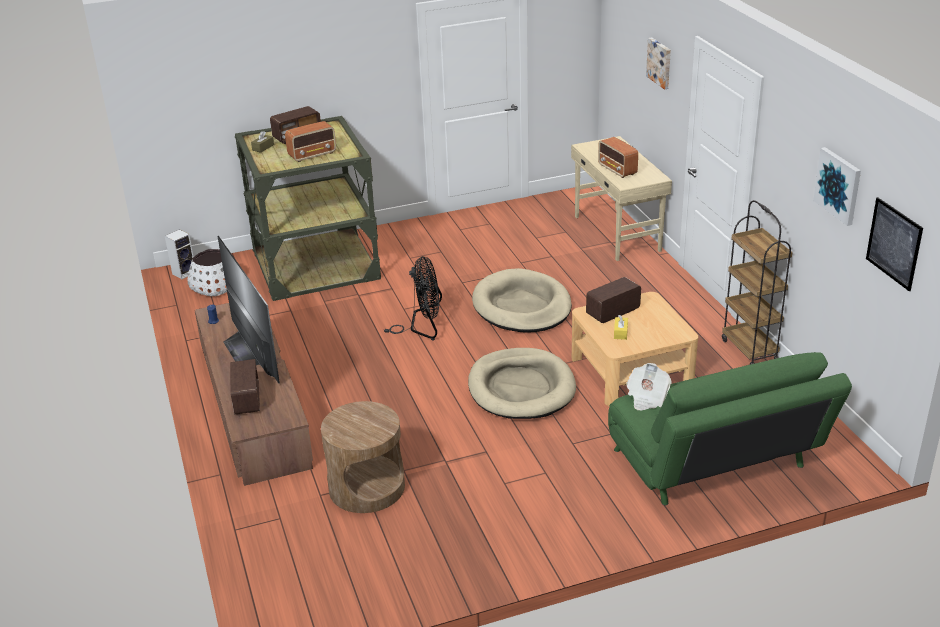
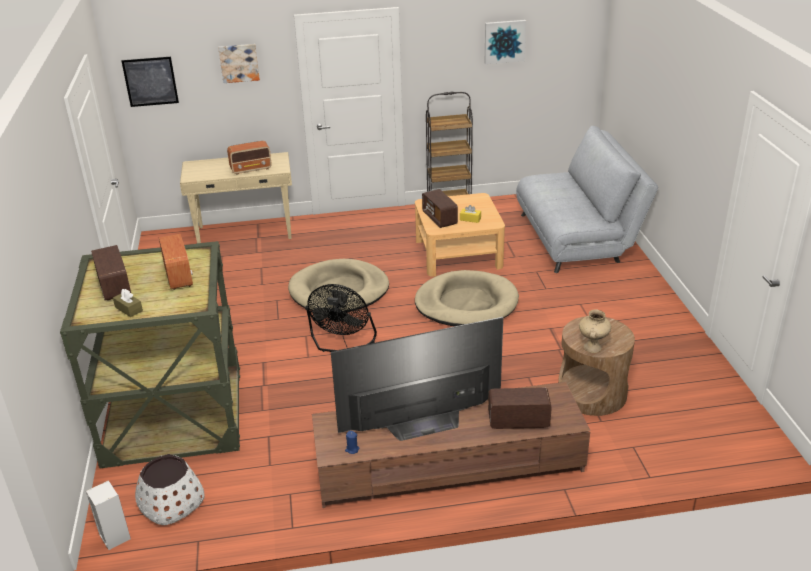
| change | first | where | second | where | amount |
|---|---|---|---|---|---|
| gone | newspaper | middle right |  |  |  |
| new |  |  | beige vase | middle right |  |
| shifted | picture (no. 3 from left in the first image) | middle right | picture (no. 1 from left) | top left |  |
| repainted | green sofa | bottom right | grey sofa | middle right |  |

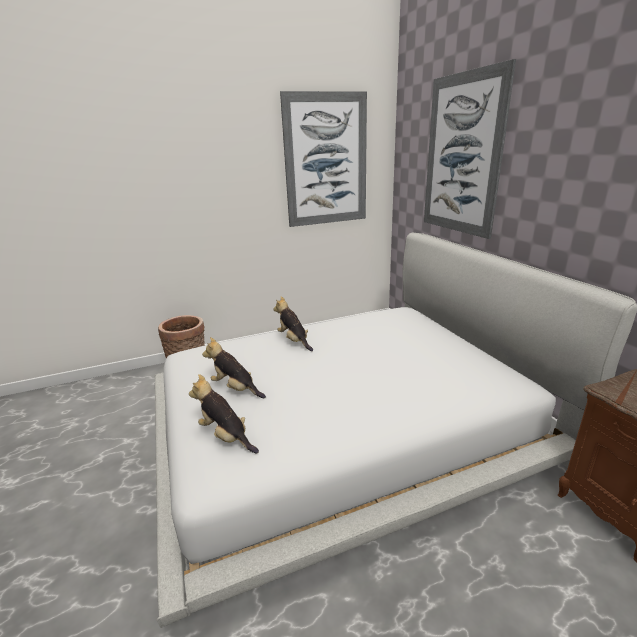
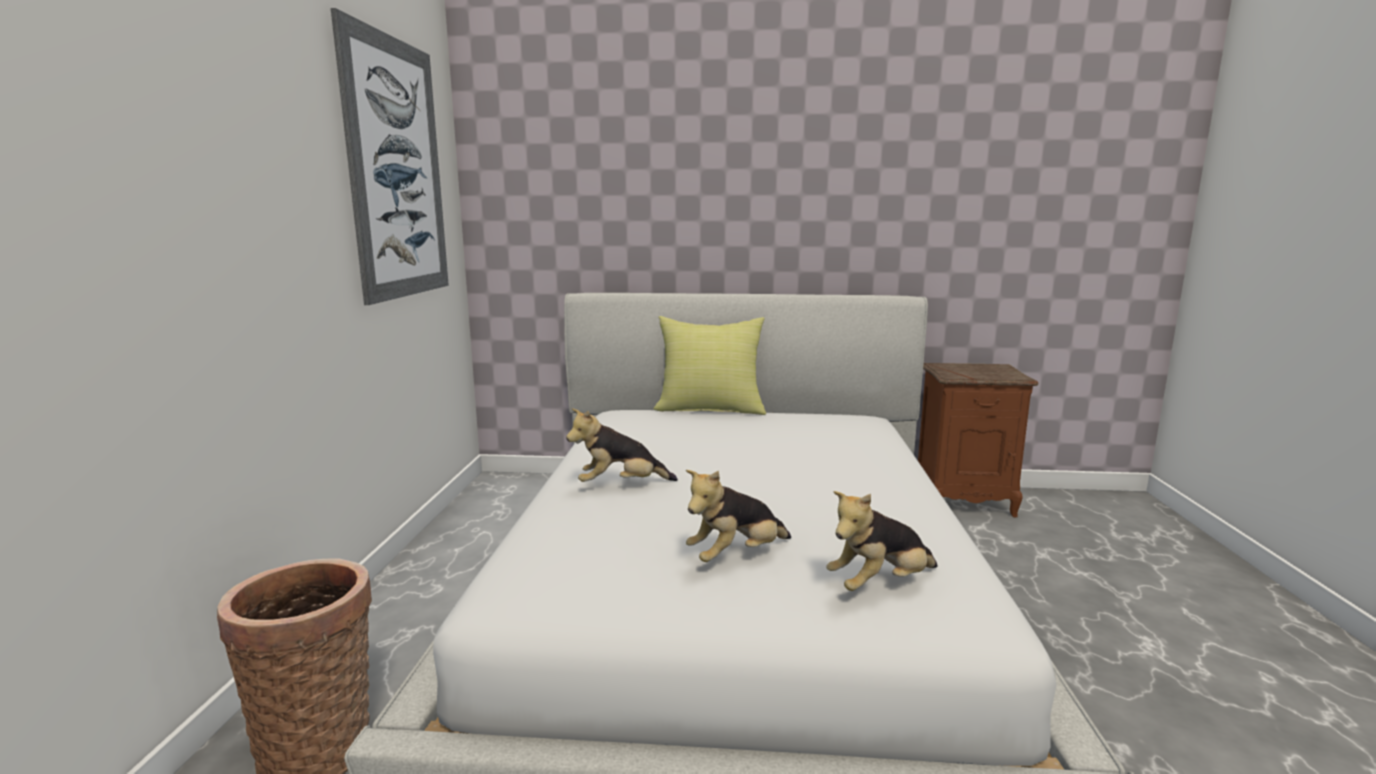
| change | first | where | second | where | amount |
|---|---|---|---|---|---|
| gone | picture (no. 2 from left) | top right |  |  |  |
| new |  |  | yellow pillow | centre |  |

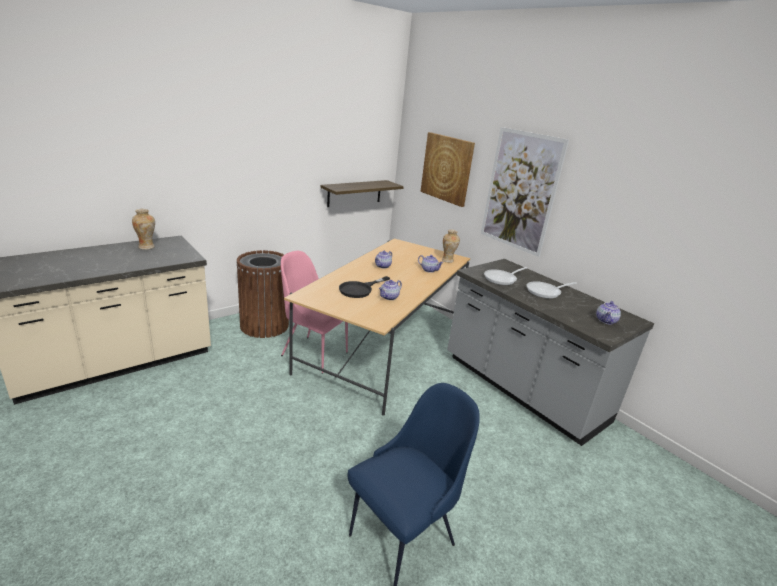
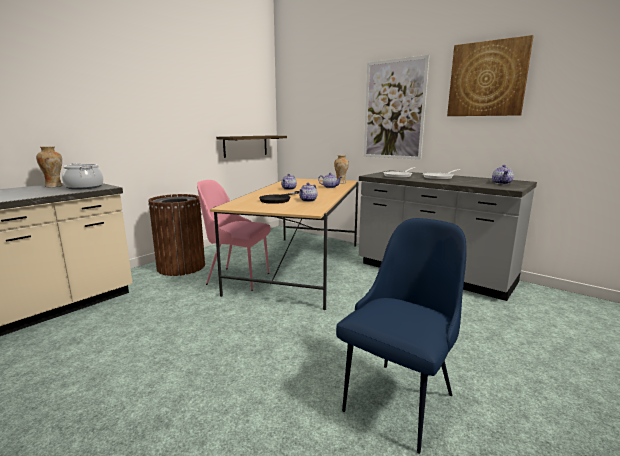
| change | first | where | second | where | amount |
|---|---|---|---|---|---|
| new |  |  | cooking pot | middle left |  |
| shifted | picture (no. 1 from left in the first image) | top centre | picture (no. 2 from left) | top right |  |

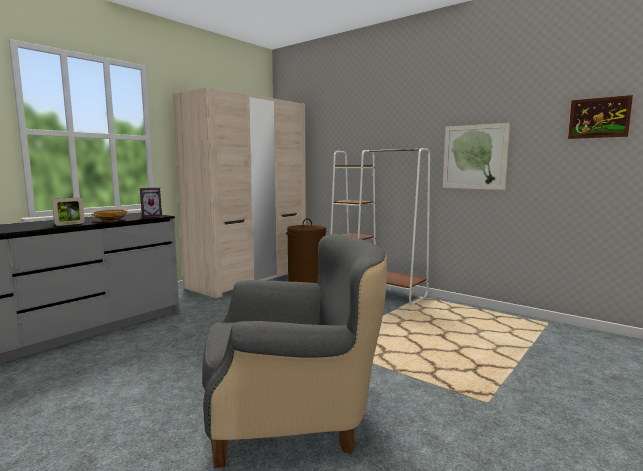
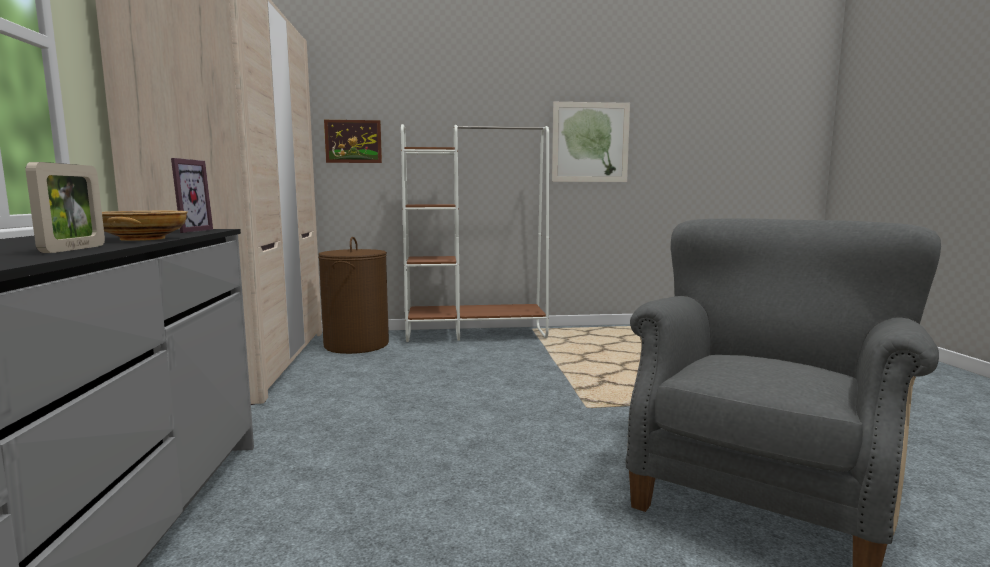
| change | first | where | second | where | amount |
|---|---|---|---|---|---|
| shifted | picture (no. 2 from left in the first image) | top right | picture (no. 1 from left) | top centre |  |

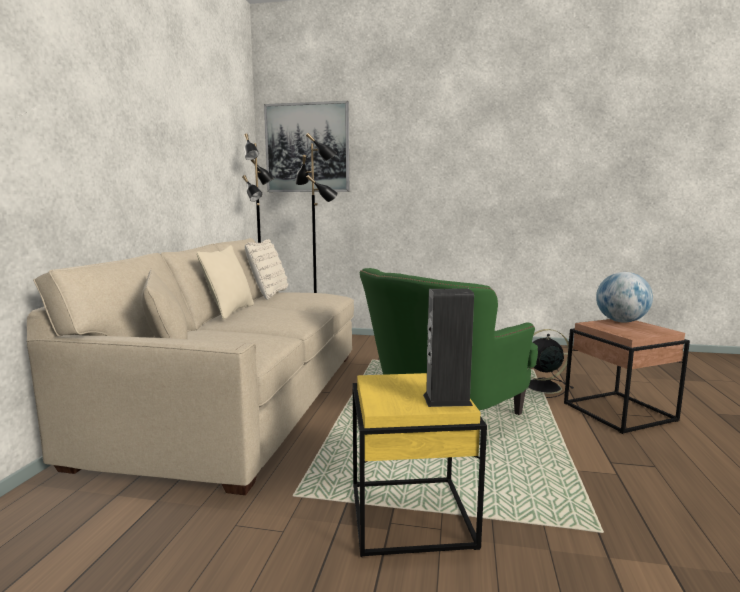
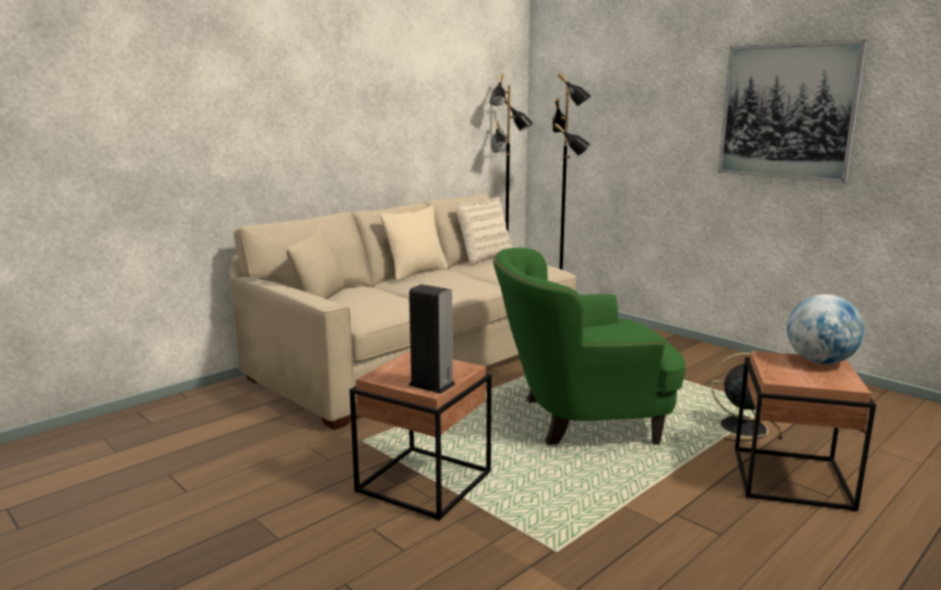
| change | first | where | second | where | amount |
|---|---|---|---|---|---|
| shifted | picture | top centre |  | top right |  |
| repainted | yellow side table | bottom centre | brown side table (no. 1 from left) | bottom centre |  |

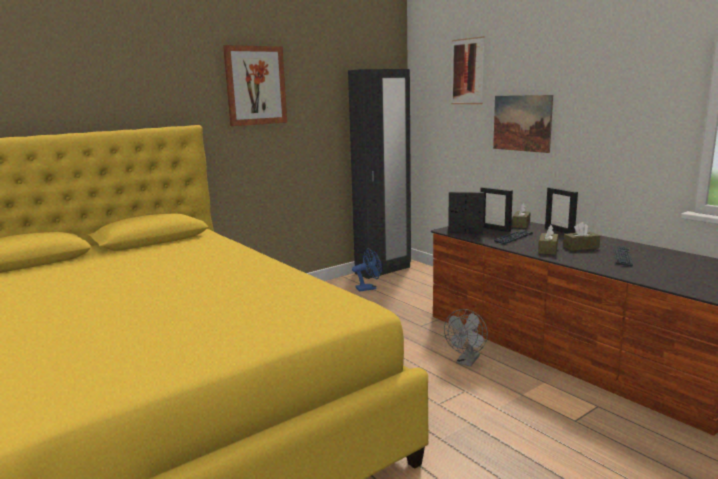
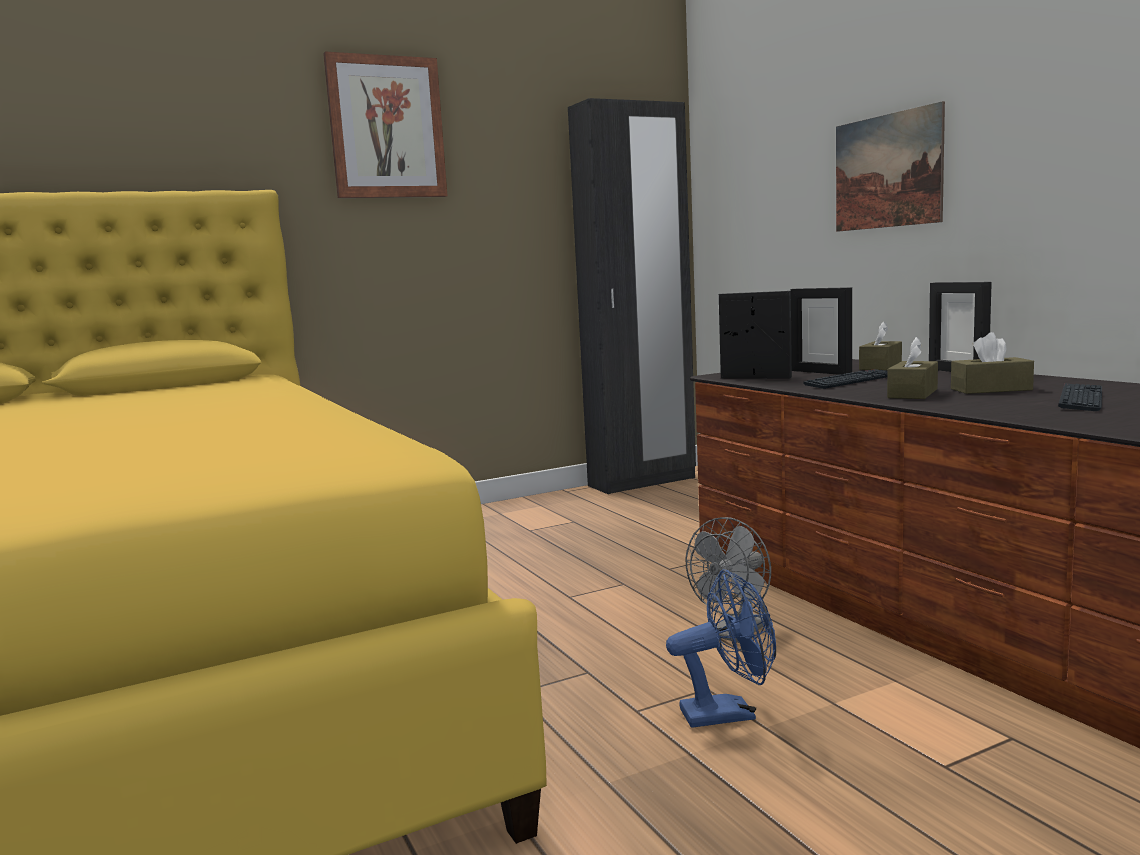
| change | first | where | second | where | amount |
|---|---|---|---|---|---|
| gone | picture (no. 2 from left) | top centre |  |  |  |
| shifted | blue fan | centre |  | bottom centre |  |

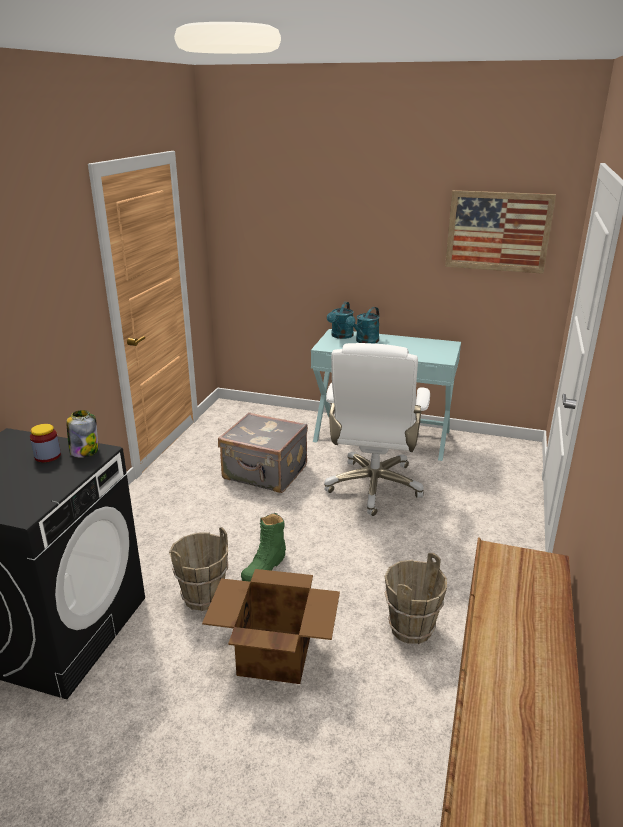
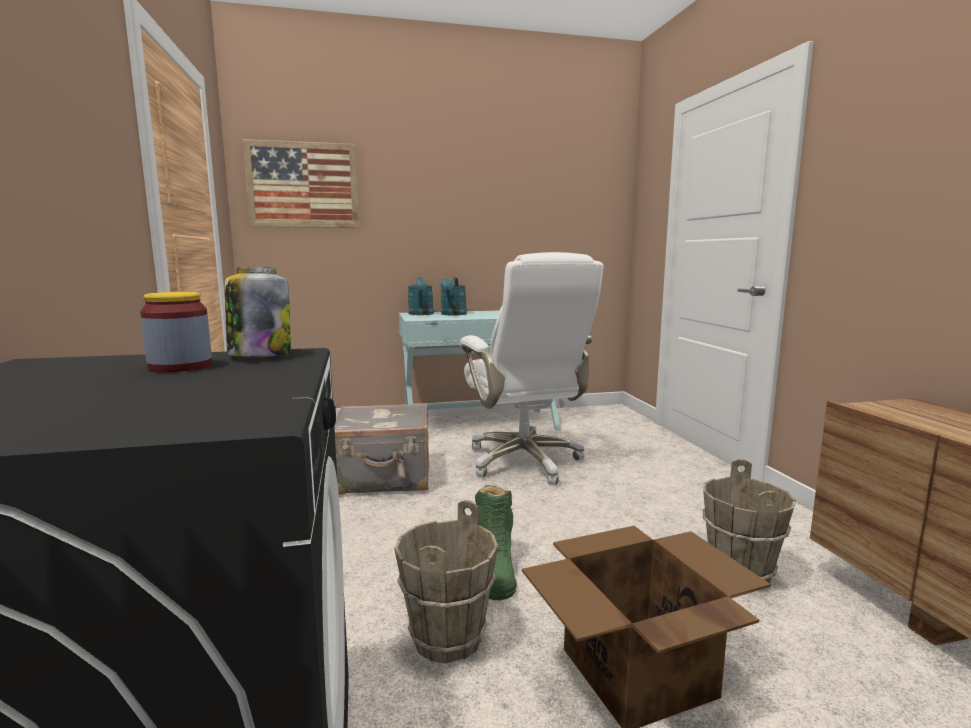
| change | first | where | second | where | amount |
|---|---|---|---|---|---|
| shifted | picture | top right |  | top left |  |

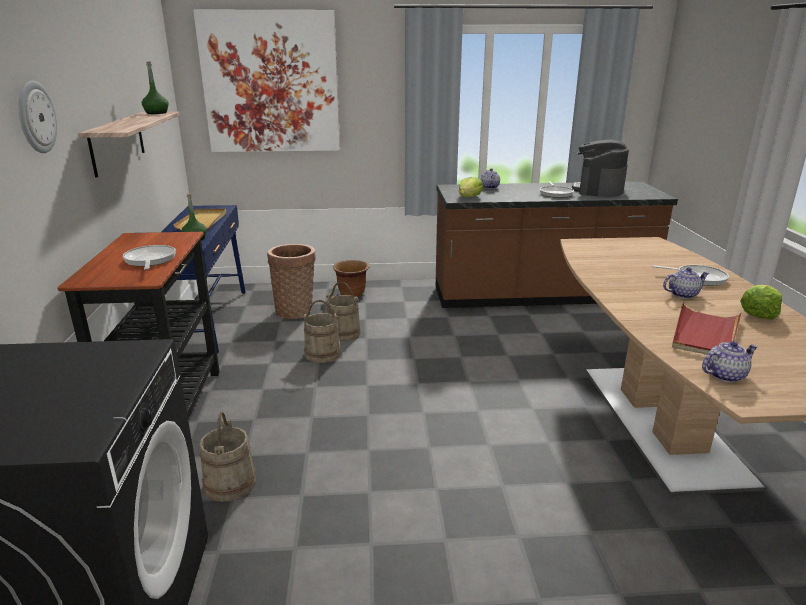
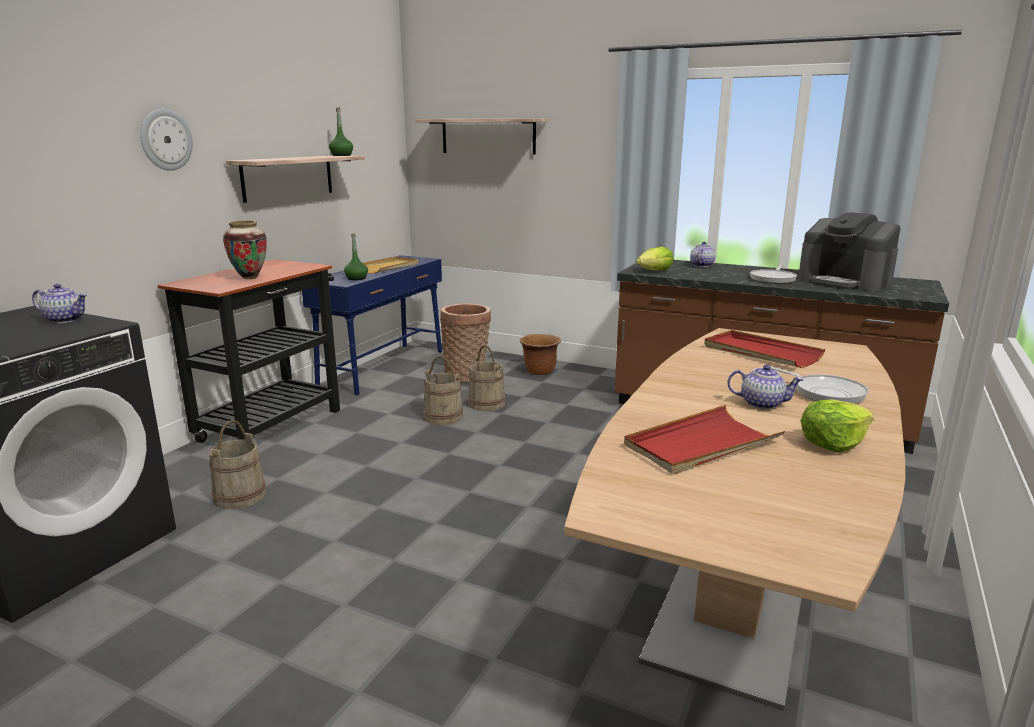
| change | first | where | second | where | amount |
|---|---|---|---|---|---|
| new |  |  | red tray (no. 2 from left) | middle right |  |
| shifted | teapot (no. 3 from left in the first image) | middle right | teapot (no. 1 from left) | middle left |  |
| swapped | frying pan (no. 1 from left) | middle left | vase | middle left |  |
| swapped | picture | top left | shelf (no. 2 from left) | top centre |  |
| rotated | coffee machine | top right |  | middle right | 90 degrees counterclockwise |

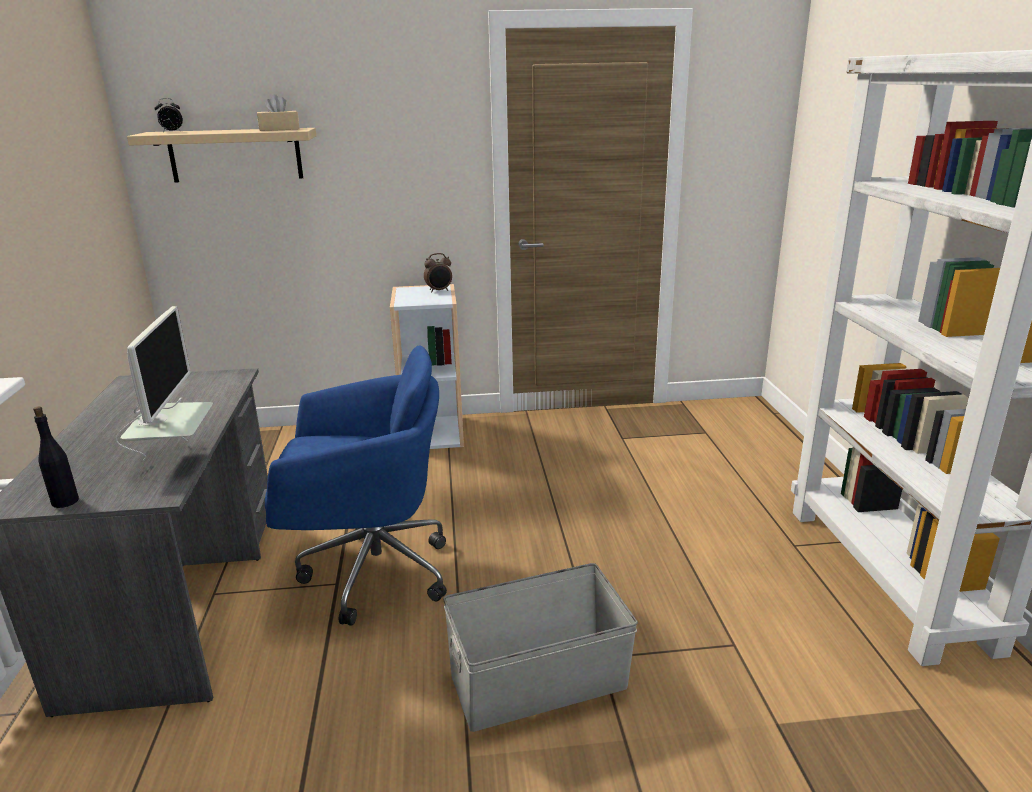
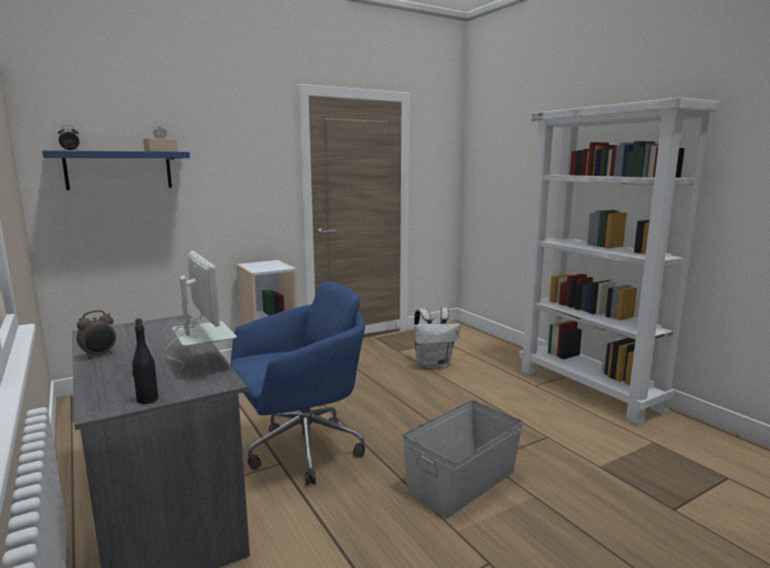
| change | first | where | second | where | amount |
|---|---|---|---|---|---|
| new |  |  | white backpack | centre |  |
| shifted | alarm clock (no. 2 from left) | centre |  | middle left |  |
| repainted | beige shelf | top left | blue shelf | top left |  |

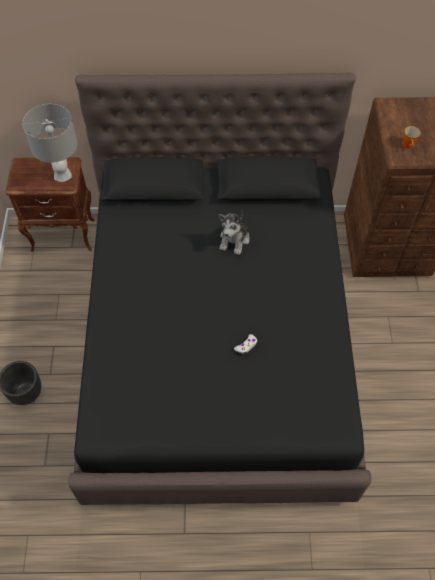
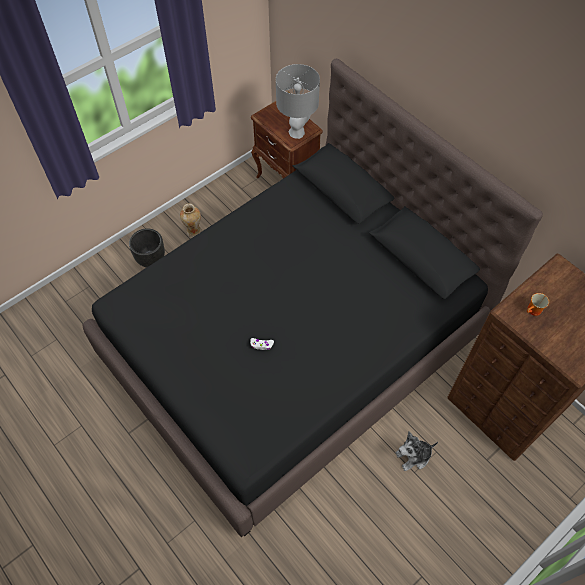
| change | first | where | second | where | amount |
|---|---|---|---|---|---|
| new |  |  | vase | middle left |  |
| shifted | plush toy | centre |  | bottom right |  |

